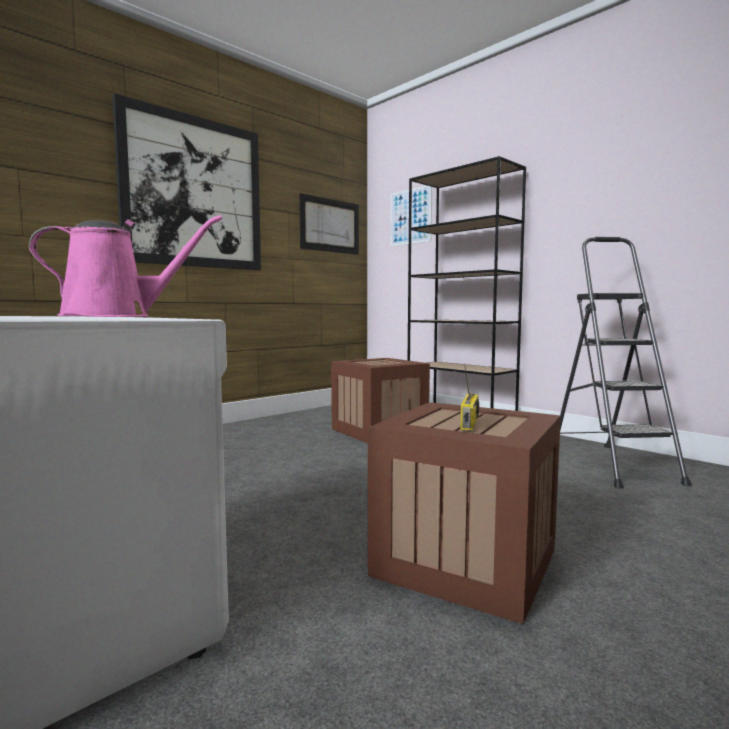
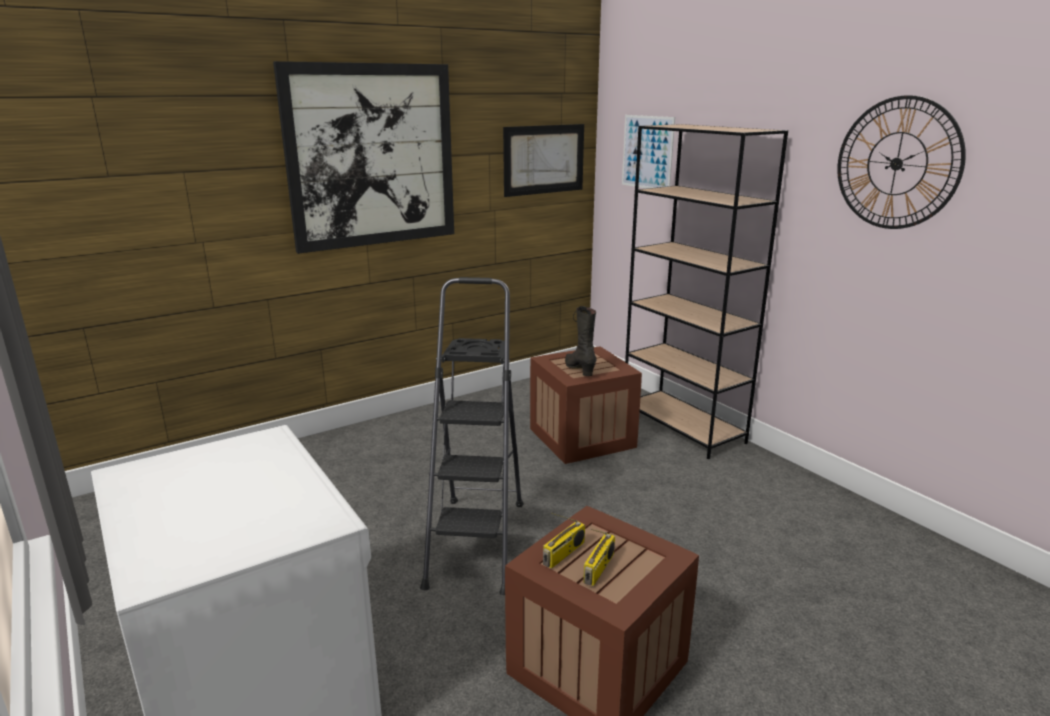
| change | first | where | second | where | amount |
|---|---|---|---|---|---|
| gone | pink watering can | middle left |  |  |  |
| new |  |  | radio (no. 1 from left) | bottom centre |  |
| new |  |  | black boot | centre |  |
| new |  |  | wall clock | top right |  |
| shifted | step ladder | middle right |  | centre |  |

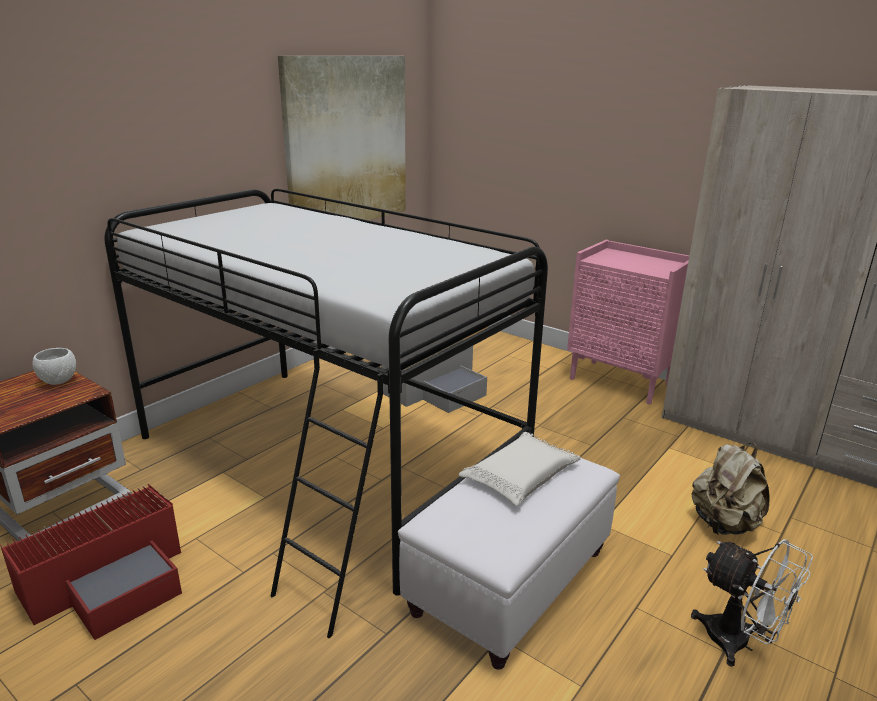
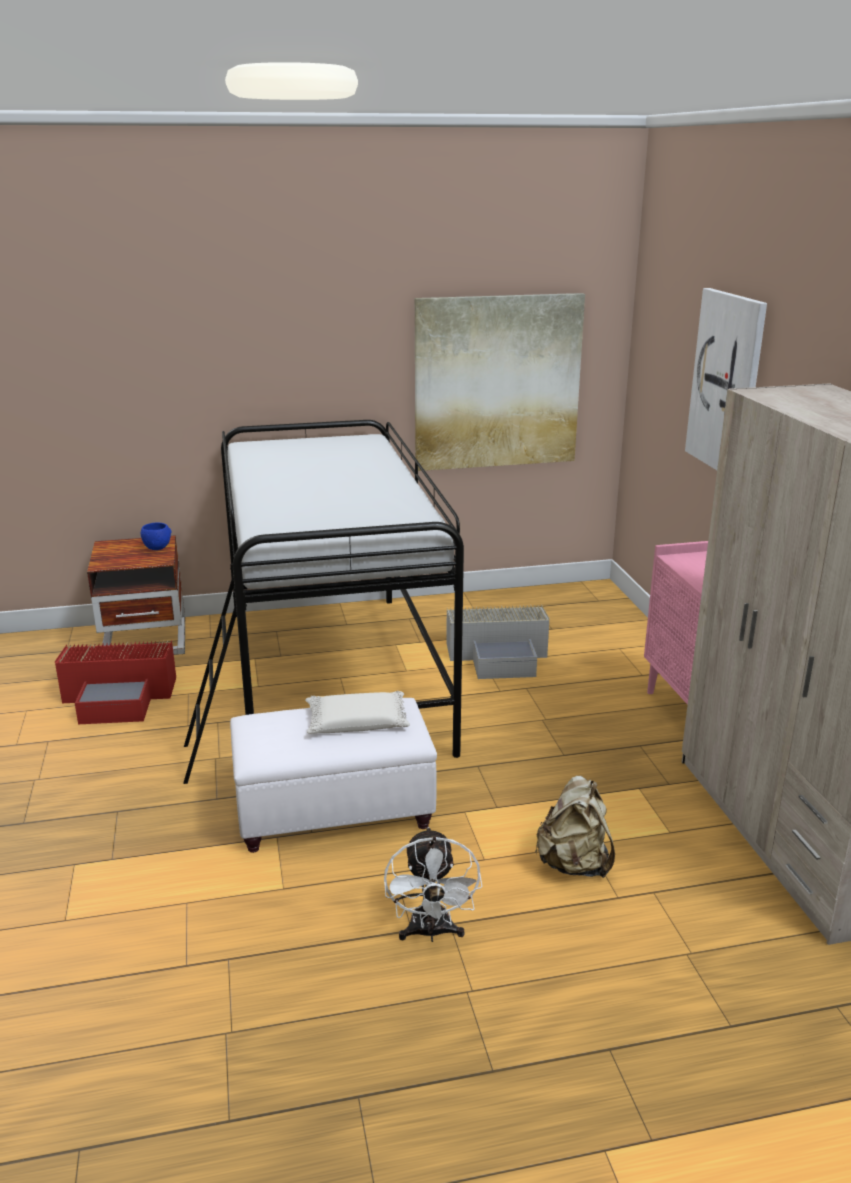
| change | first | where | second | where | amount |
|---|---|---|---|---|---|
| new |  |  | picture (no. 2 from left) | top right |  |
| repainted | white bowl | middle left | blue bowl | middle left |  |

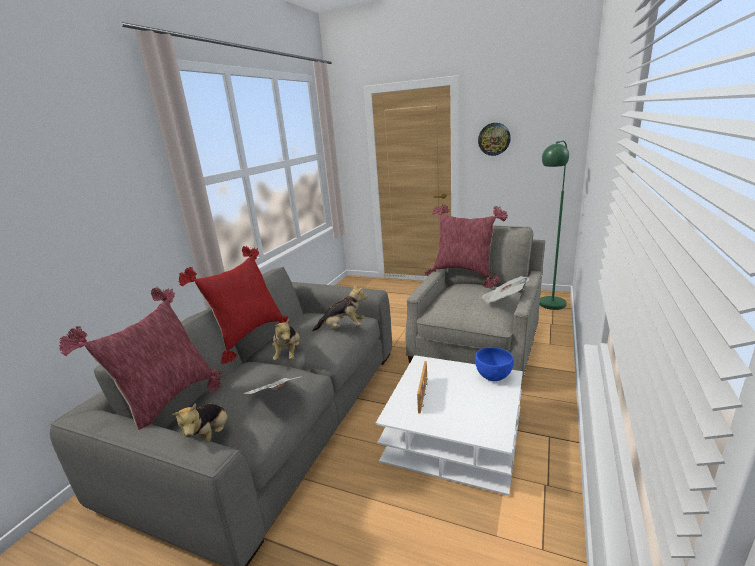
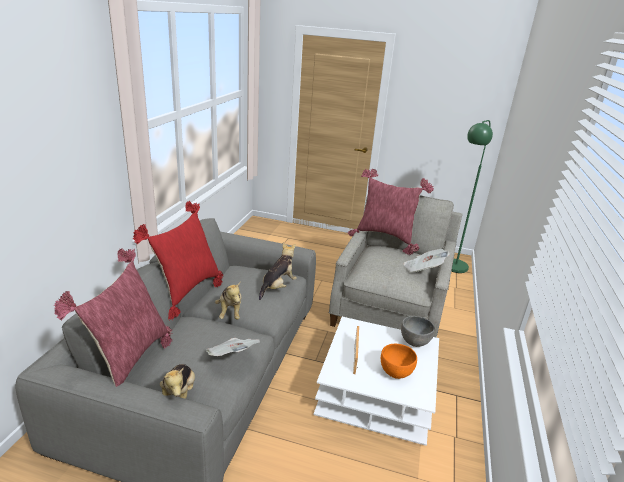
| change | first | where | second | where | amount |
|---|---|---|---|---|---|
| gone | wall clock | top centre |  |  |  |
| new |  |  | orange bowl | bottom centre |  |
| repainted | blue bowl | centre | grey bowl | bottom right |  |
| rotated | plush toy (no. 3 from left) | centre |  | centre | 45 degrees counterclockwise |

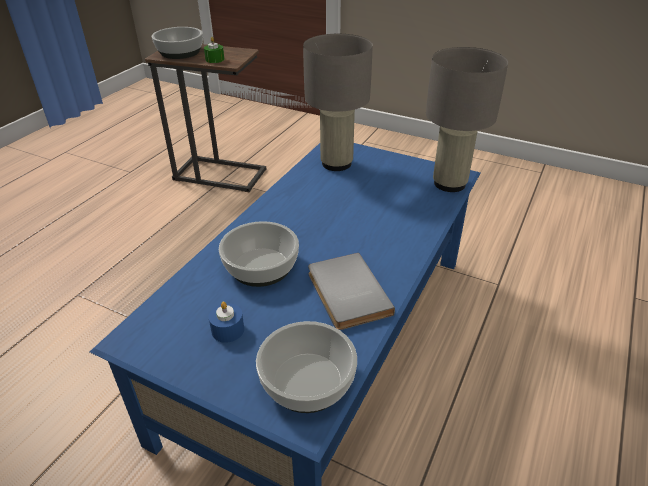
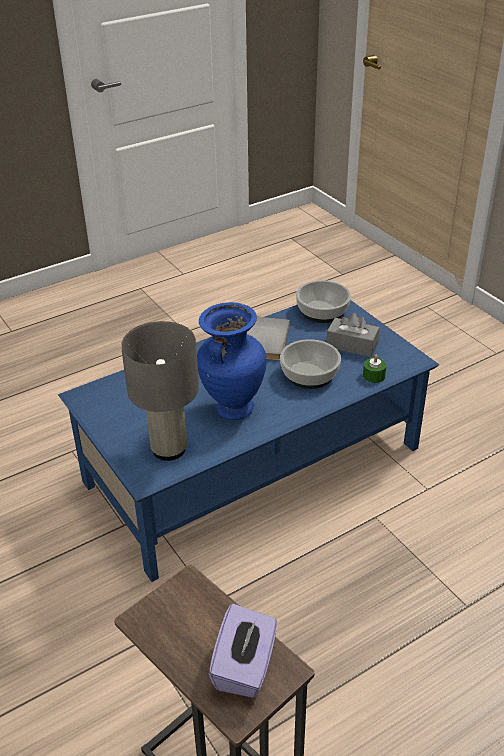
| change | first | where | second | where | amount |
|---|---|---|---|---|---|
| gone | grey table lamp (no. 2 from left) | top right |  |  |  |
| new |  |  | blue vase | centre |  |
| shifted | green candle | top left |  | middle right |  |
| swapped | bowl (no. 1 from left) | top left | purple tissue box | bottom centre |  |
| swapped | blue candle | centre | grey tissue box | middle right |  |

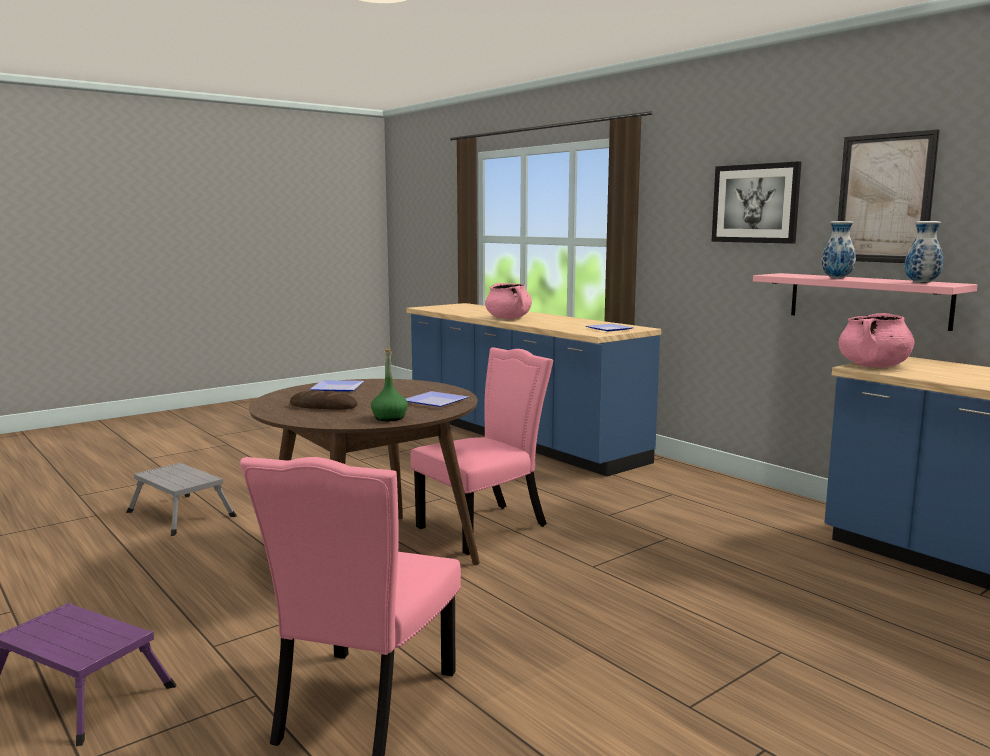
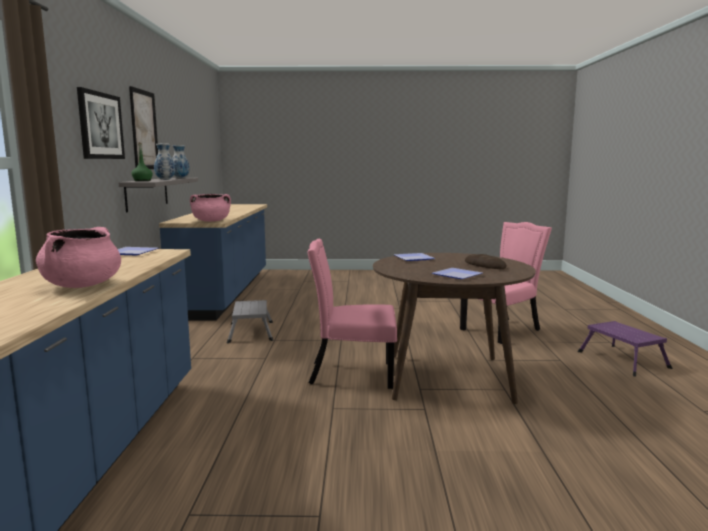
| change | first | where | second | where | amount |
|---|---|---|---|---|---|
| shifted | grey step ladder | middle left |  | centre |  |
| shifted | green bottle | centre |  | top left |  |
| repainted | pink shelf | middle right | grey shelf | middle left |  |

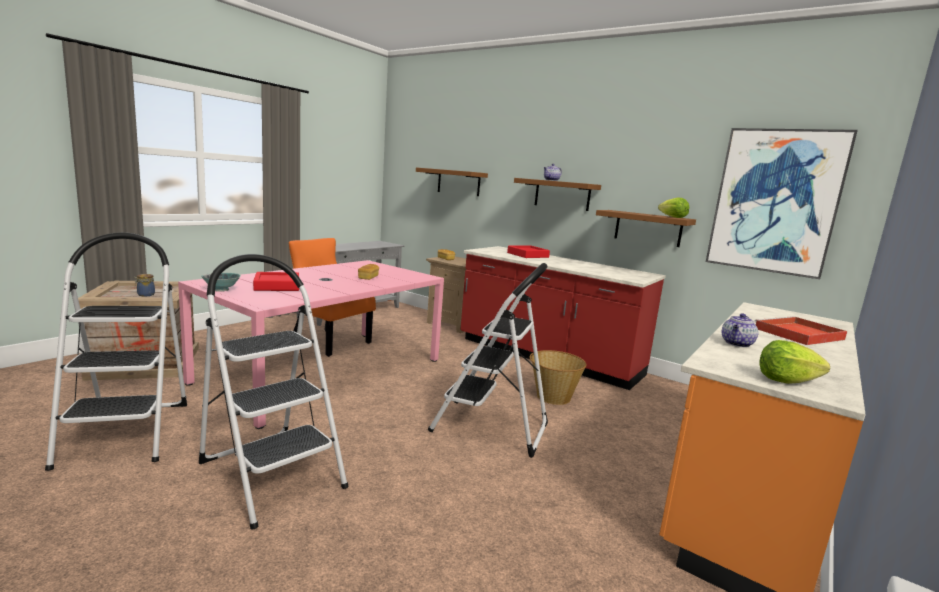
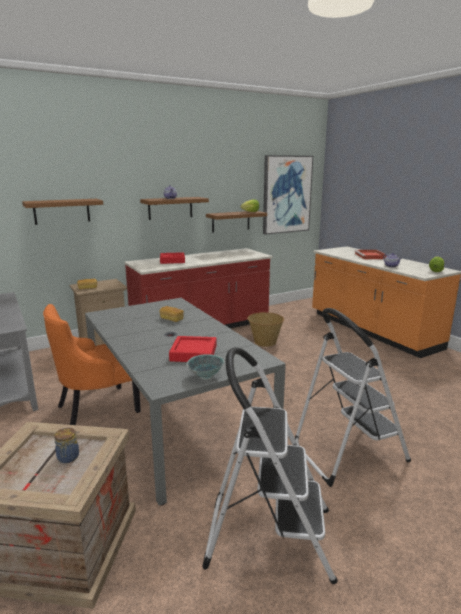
| change | first | where | second | where | amount |
|---|---|---|---|---|---|
| gone | step ladder (no. 3 from left) | centre |  |  |  |
| repainted | pink dining table | middle left | grey dining table | centre |  |

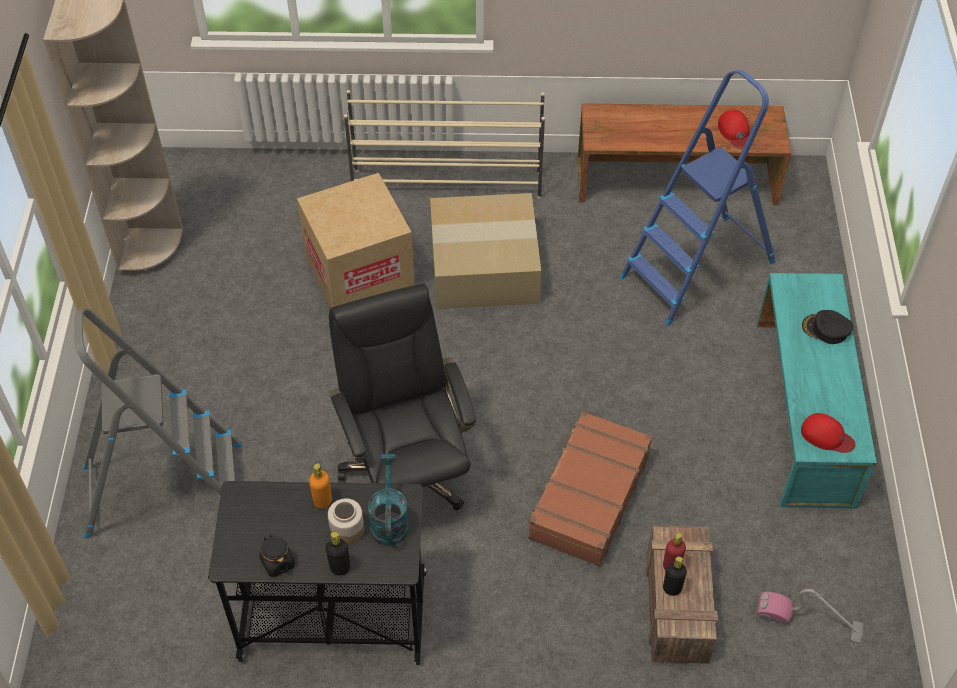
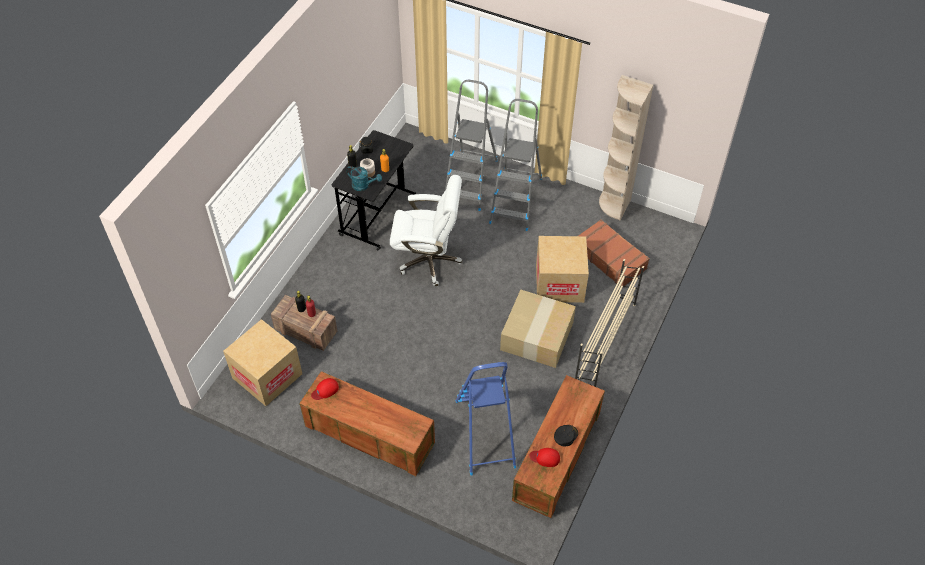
| change | first | where | second | where | amount |
|---|---|---|---|---|---|
| new |  |  | grey step ladder (no. 2 from left) | top centre |  |
| shifted | brown suitcase | bottom centre |  | centre |  |
| shifted | black cap | middle right |  | bottom centre |  |
| swapped | vacuum cleaner | bottom right | cardboard box (no. 1 from left) | middle left |  |
| repainted | black office chair | centre | white office chair | centre |  |
| repainted | turquoise bench | middle right | brown bench (no. 1 from left) | bottom centre |  |

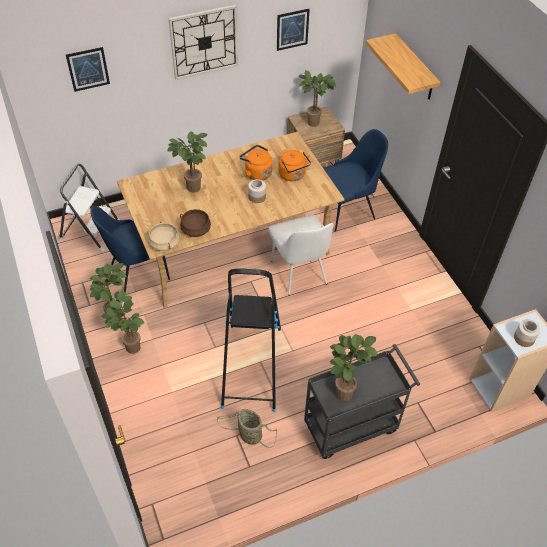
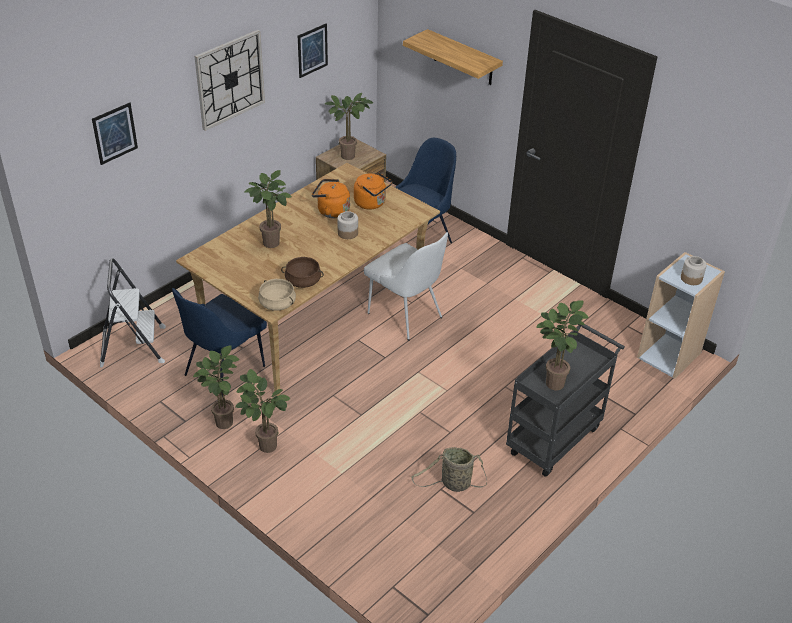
| change | first | where | second | where | amount |
|---|---|---|---|---|---|
| gone | black step ladder | centre |  |  |  |

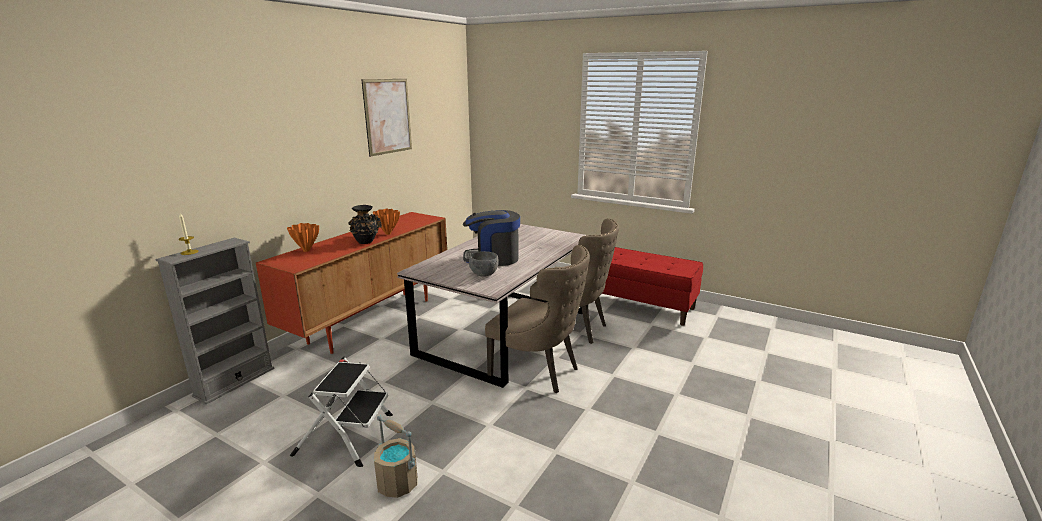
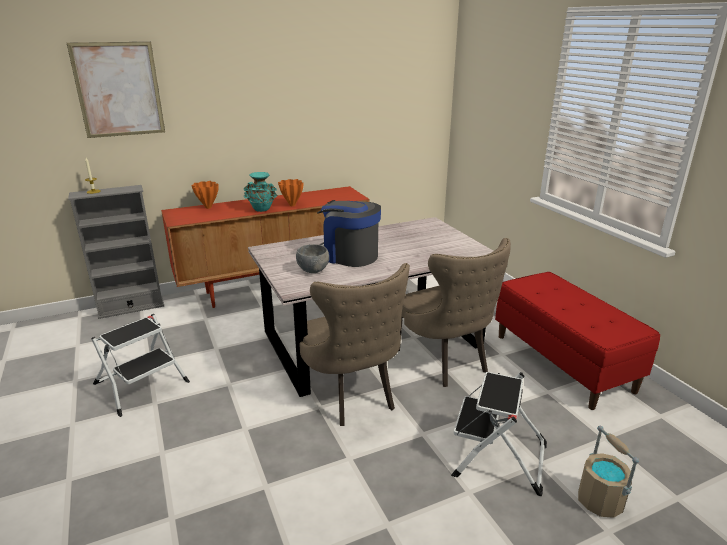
| change | first | where | second | where | amount |
|---|---|---|---|---|---|
| new |  |  | step ladder (no. 2 from left) | bottom right |  |
| shifted | picture | top centre |  | top left |  |
| shifted | beige bucket | bottom centre |  | bottom right |  |
| repainted | black vase | centre | turquoise vase | centre |  |

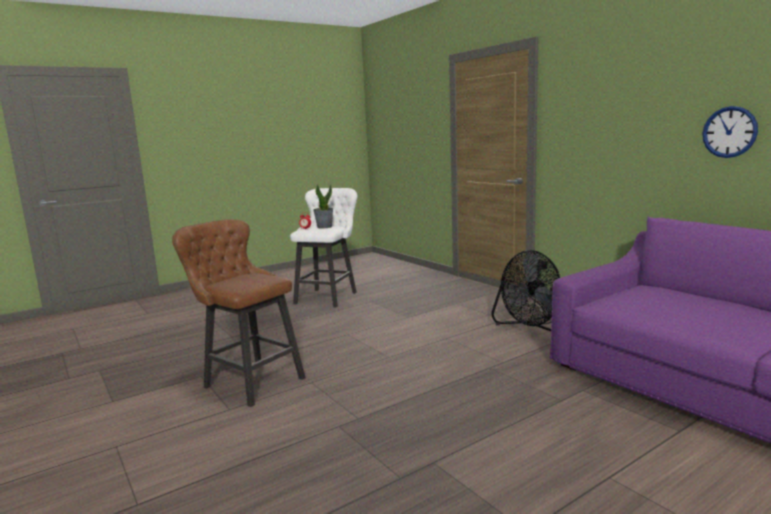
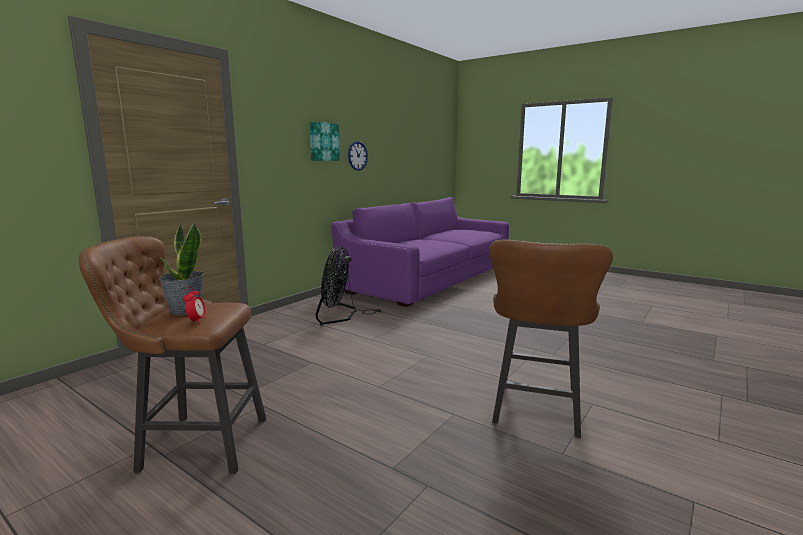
| change | first | where | second | where | amount |
|---|---|---|---|---|---|
| new |  |  | picture | top centre |  |
| repainted | white stool | centre | brown stool (no. 1 from left) | middle left |  |
| rotated | black fan | middle right |  | centre | 150 degrees clockwise |

